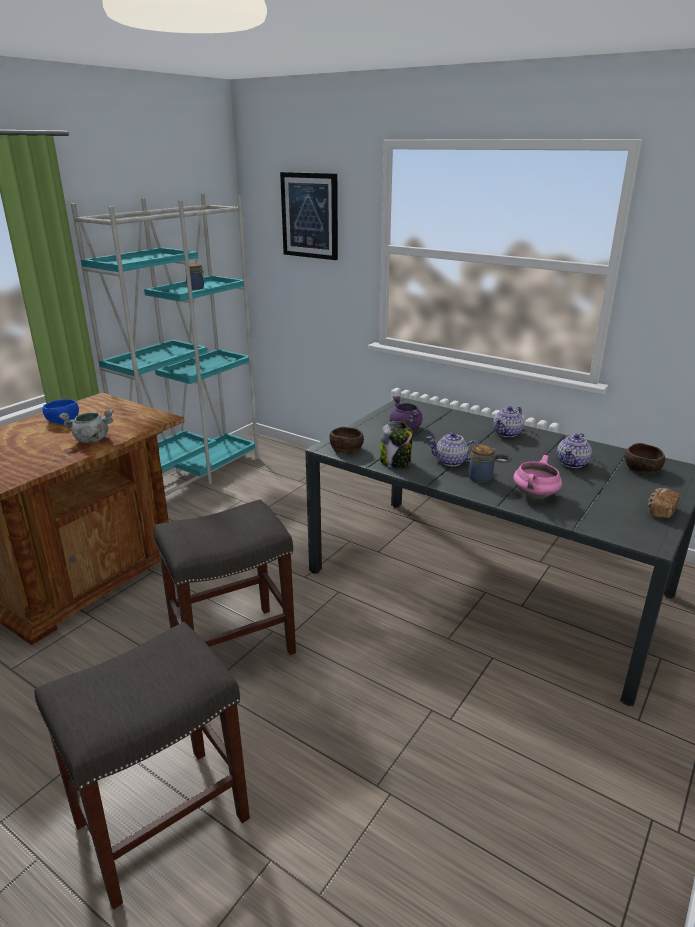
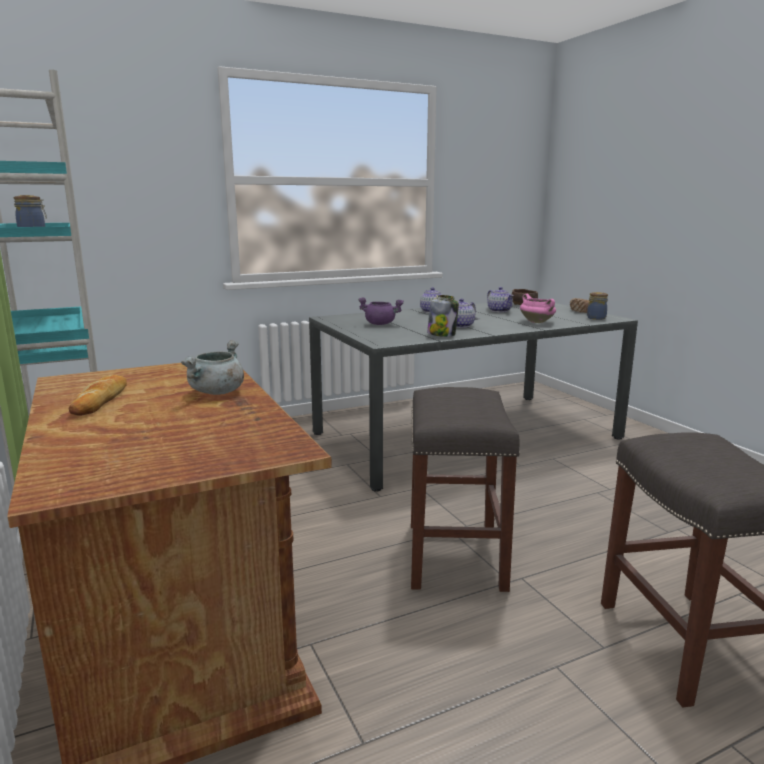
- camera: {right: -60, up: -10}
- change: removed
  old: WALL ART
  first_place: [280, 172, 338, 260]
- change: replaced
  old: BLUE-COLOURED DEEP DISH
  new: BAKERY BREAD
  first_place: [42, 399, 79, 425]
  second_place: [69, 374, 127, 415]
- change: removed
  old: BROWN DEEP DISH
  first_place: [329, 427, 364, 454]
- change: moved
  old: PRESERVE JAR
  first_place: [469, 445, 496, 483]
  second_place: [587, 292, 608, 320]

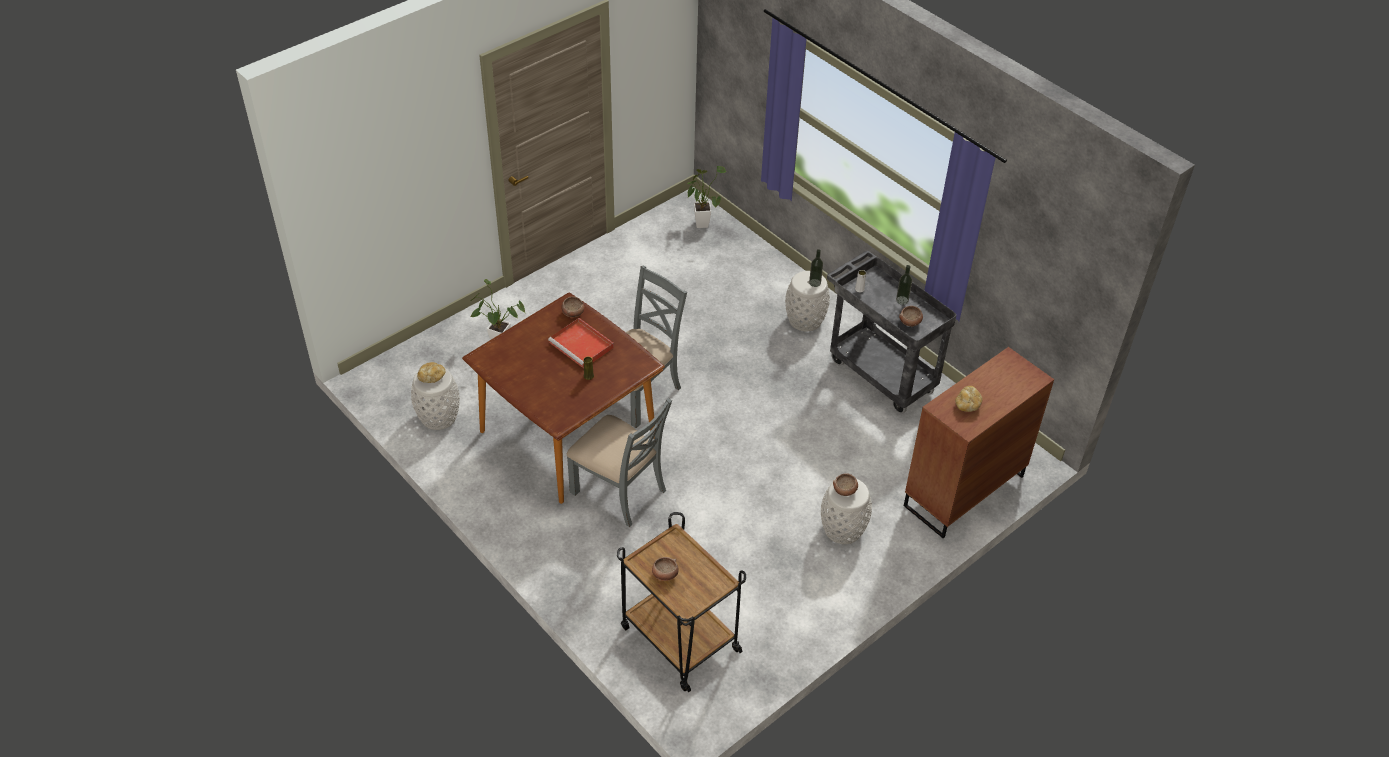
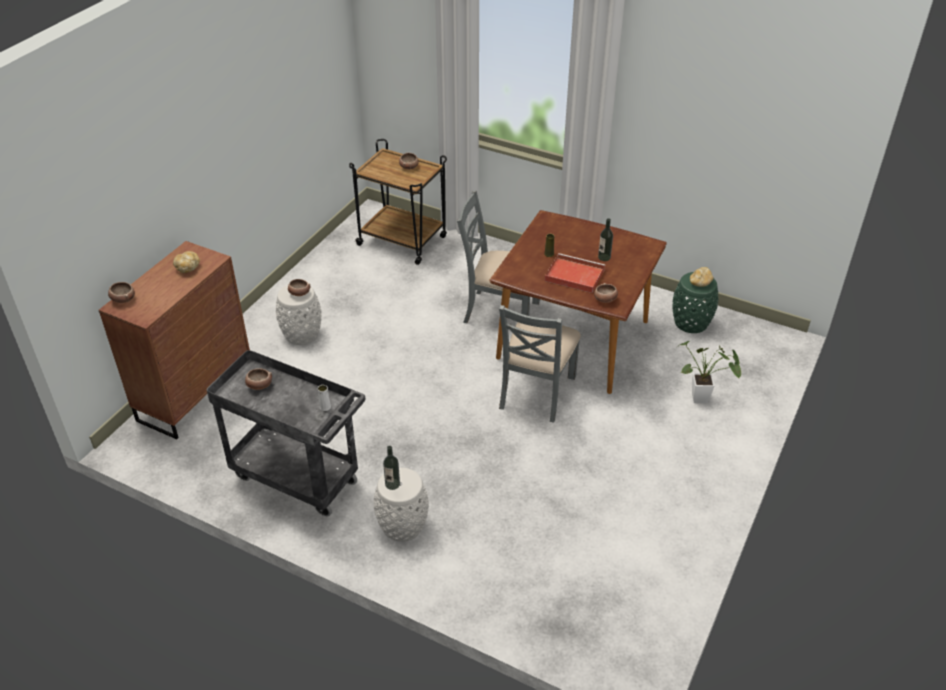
- camera: {right: 160, up: -5}
- change: removed
  old: PLANT IN A POT
  first_place: [688, 166, 726, 228]
- change: moved
  old: DRINK BOTTLE
  first_place: [896, 265, 912, 305]
  second_place: [598, 218, 613, 261]
- change: recoloured
  old: WHITISH STOOL SEAT
  new: GREEN-COLOURED STOOL SEAT
  first_place: [411, 368, 460, 430]
  second_place: [673, 272, 718, 333]
- change: added
  new: DEEP DISH
  second_place: [108, 282, 135, 303]

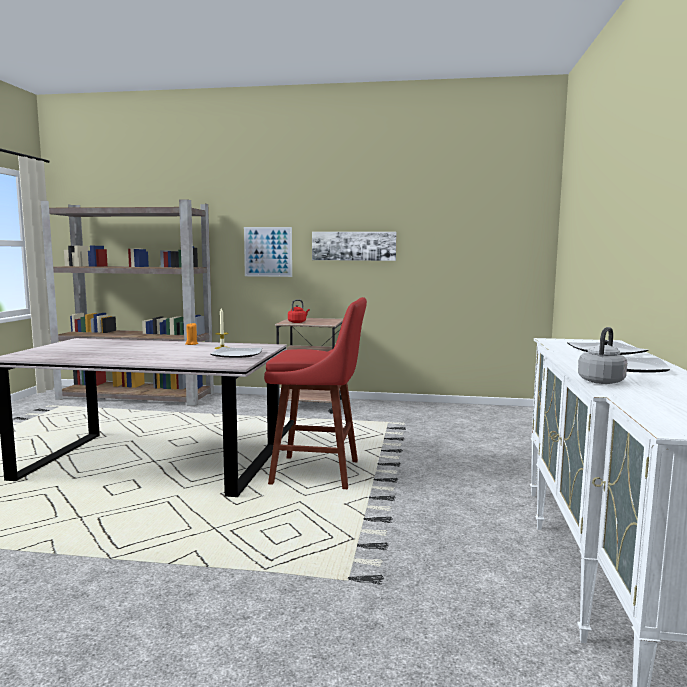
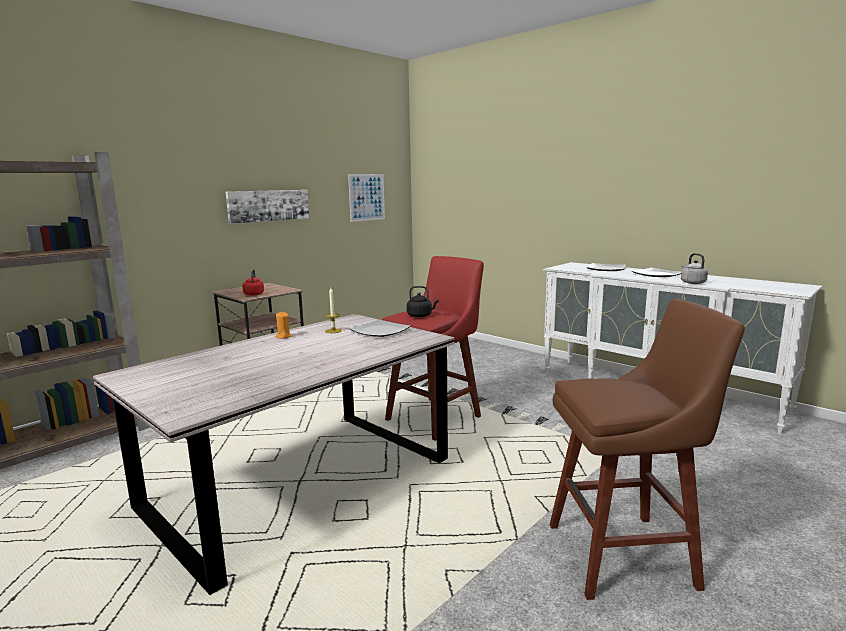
- camera: {right: -55, up: 5}
- change: moved
  old: WALL ART
  first_place: [244, 227, 292, 277]
  second_place: [348, 174, 385, 222]
- change: added
  new: BLACK KETTLE
  second_place: [407, 286, 439, 317]
- change: added
  new: BROWN STOOL SEAT
  second_place: [550, 299, 745, 600]

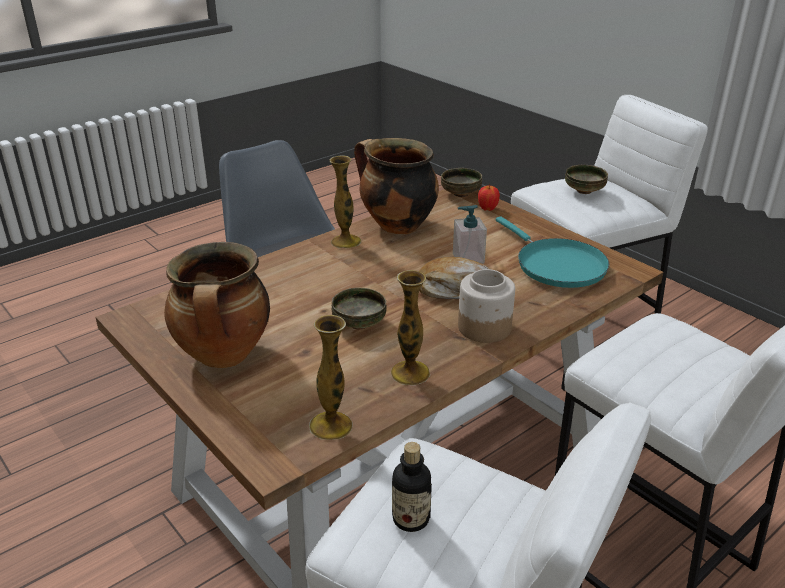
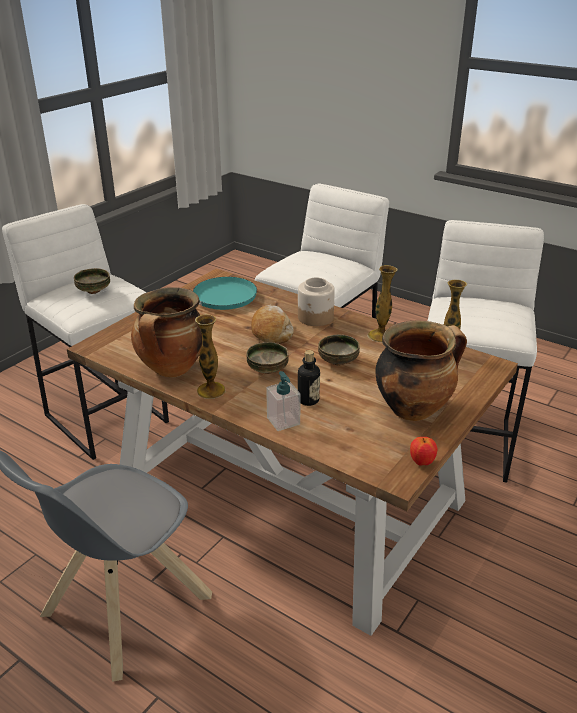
- camera: {right: -105, up: 0}
- change: moved
  old: DEEP DISH
  first_place: [441, 168, 482, 197]
  second_place: [247, 342, 289, 374]
- change: moved
  old: WHOLE APPLE
  first_place: [478, 184, 500, 211]
  second_place: [410, 437, 437, 466]
- change: moved
  old: SOAP DISPENSER
  first_place: [453, 205, 487, 264]
  second_place: [266, 371, 301, 431]
- change: moved
  old: DRINK BOTTLE
  first_place: [392, 442, 432, 532]
  second_place: [298, 350, 320, 406]

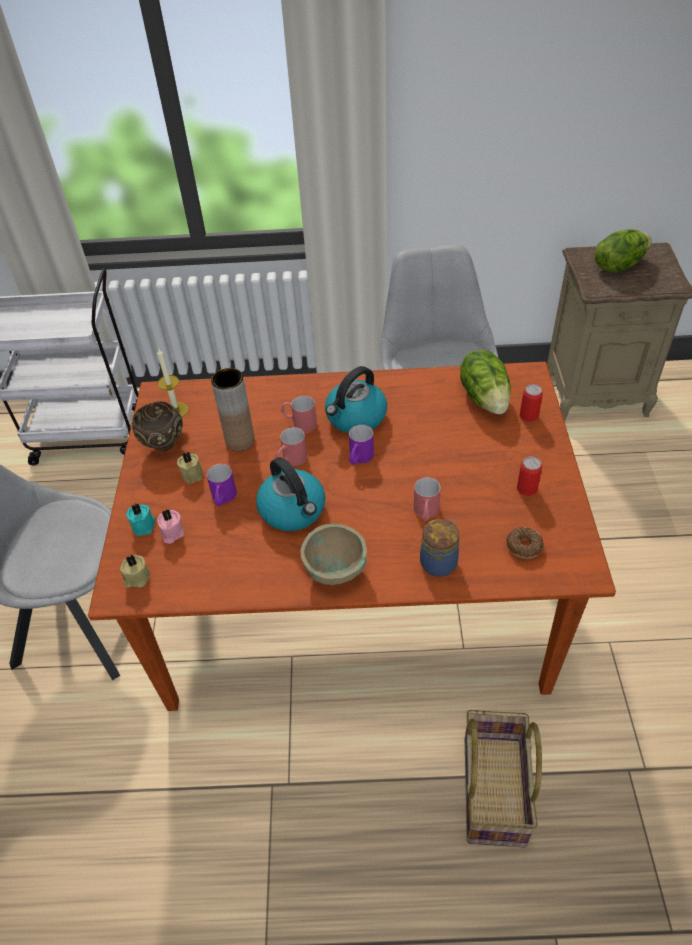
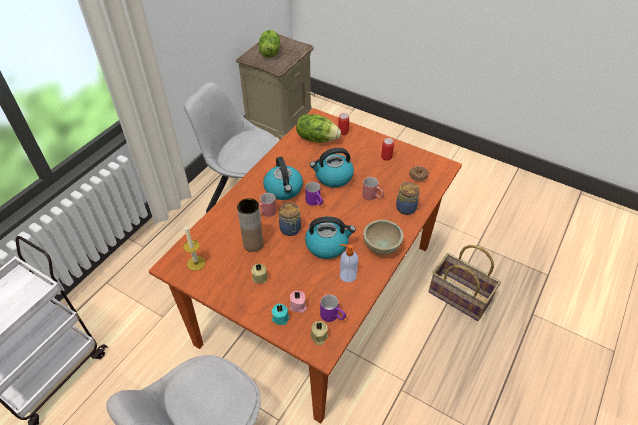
- camera: {right: -60, up: 0}
- change: removed
  old: BROWN DEEP DISH
  first_place: [132, 401, 183, 452]
- change: replaced
  old: REDDISH MUG
  new: PRESERVE JAR
  first_place: [275, 427, 307, 466]
  second_place: [279, 202, 301, 236]
- change: moved
  old: PURPLISH MUG
  first_place: [206, 464, 237, 506]
  second_place: [320, 294, 346, 322]
- change: added
  new: KETTLE
  second_place: [310, 148, 354, 188]
- change: added
  new: SOAP DISPENSER
  second_place: [340, 244, 358, 282]

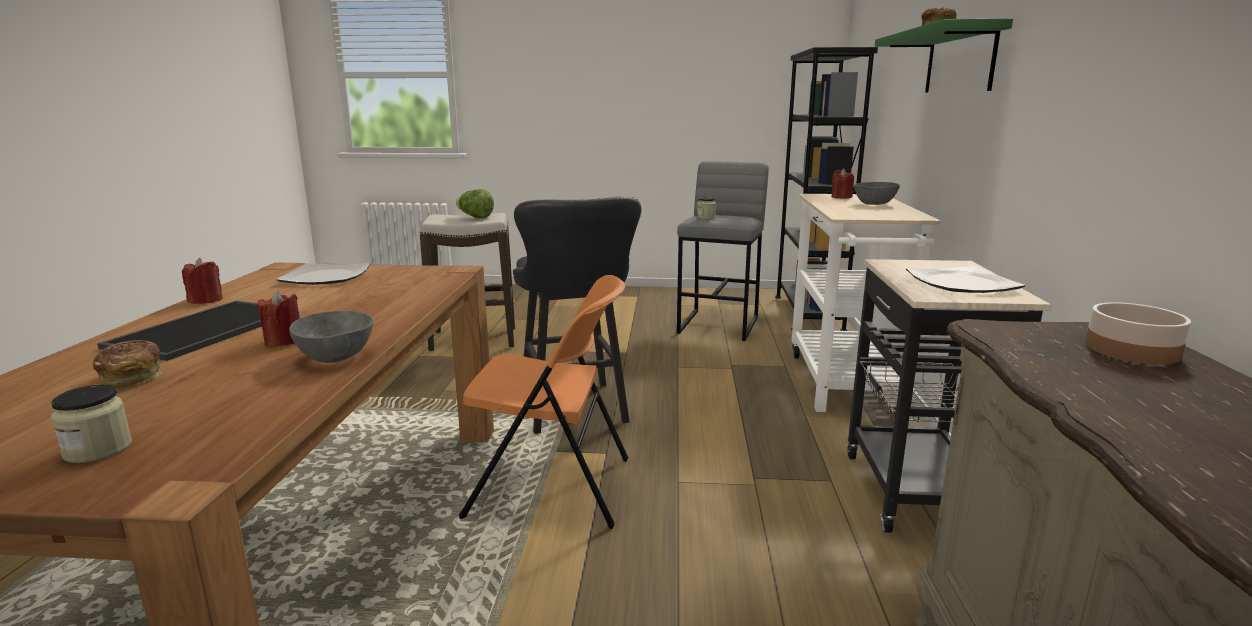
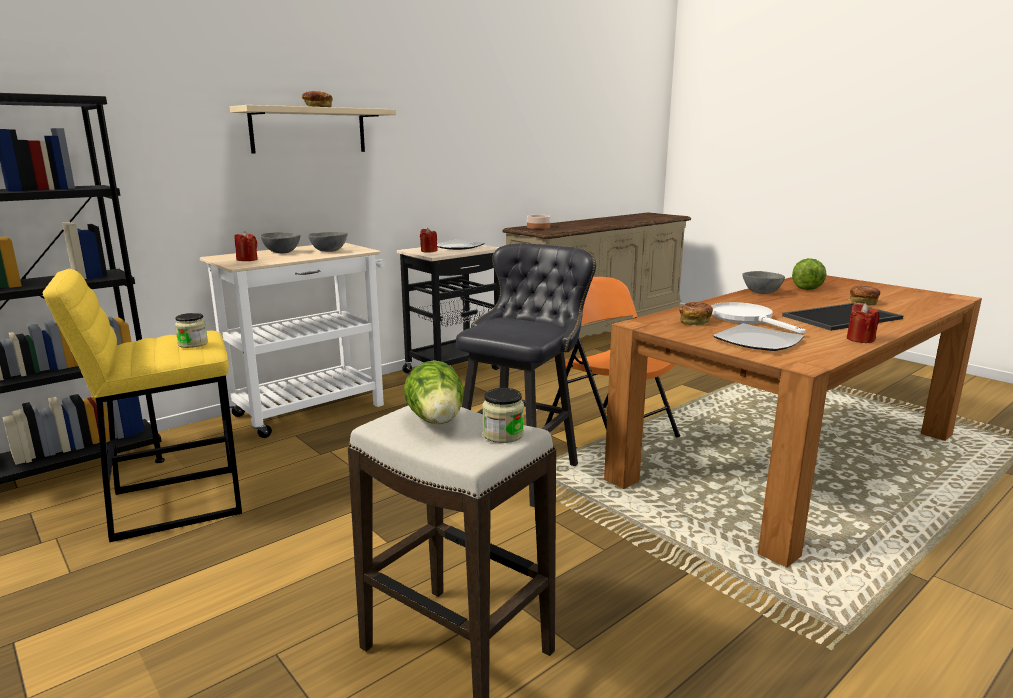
- camera: {right: -135, up: 0}
- change: recoloured
  old: GREEN-COLOURED SHELF
  new: BEIGE SHELF
  first_place: [875, 19, 1013, 92]
  second_place: [230, 105, 396, 153]
- change: recoloured
  old: GREY STOOL SEAT
  new: YELLOW-COLOURED STOOL SEAT
  first_place: [677, 161, 769, 341]
  second_place: [43, 269, 242, 542]
- change: moved
  old: REDDISH WAX LIGHT
  first_place: [258, 290, 300, 346]
  second_place: [420, 228, 438, 252]
- change: moved
  old: PRESERVE JAR
  first_place: [51, 384, 132, 463]
  second_place: [482, 388, 524, 443]
- change: added
  new: GREY DEEP DISH
  second_place: [308, 232, 348, 252]
- change: added
  new: HEAD OF LETTUCE
  second_place: [792, 258, 827, 290]
- change: added
  new: BAKERY BREAD
  second_place: [679, 302, 713, 325]
- change: added
  new: WHITISH FRYING PAN
  second_place: [711, 302, 806, 334]

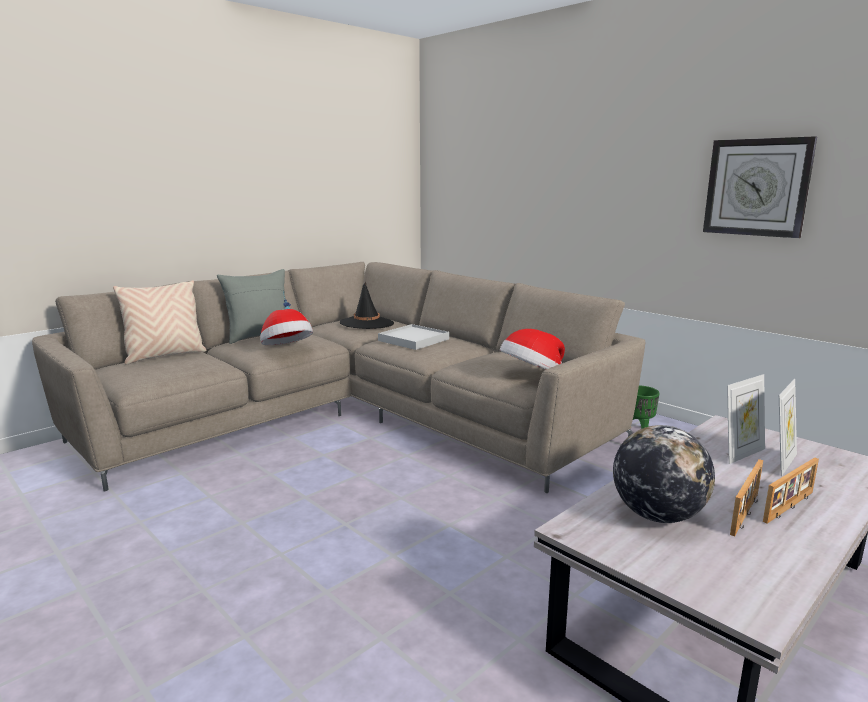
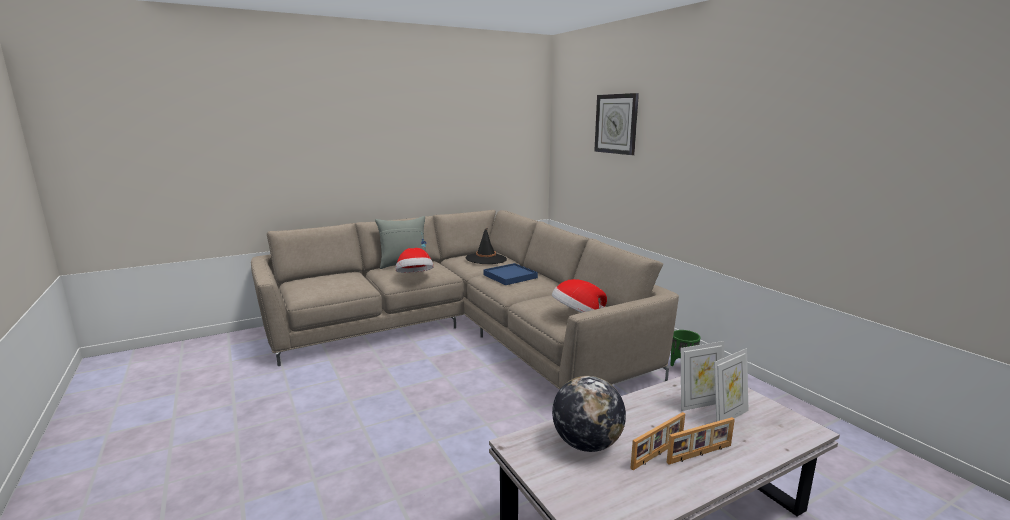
- camera: {right: 15, up: 0}
- change: moved
  old: HANGING CLOCK
  first_place: [703, 136, 817, 238]
  second_place: [594, 93, 639, 155]
- change: removed
  old: BEIGE THROW PILLOW
  first_place: [113, 280, 207, 364]
- change: recoloured
  old: WHITISH TRAY
  new: BLUE-COLOURED TRAY
  first_place: [378, 324, 449, 350]
  second_place: [483, 263, 538, 285]

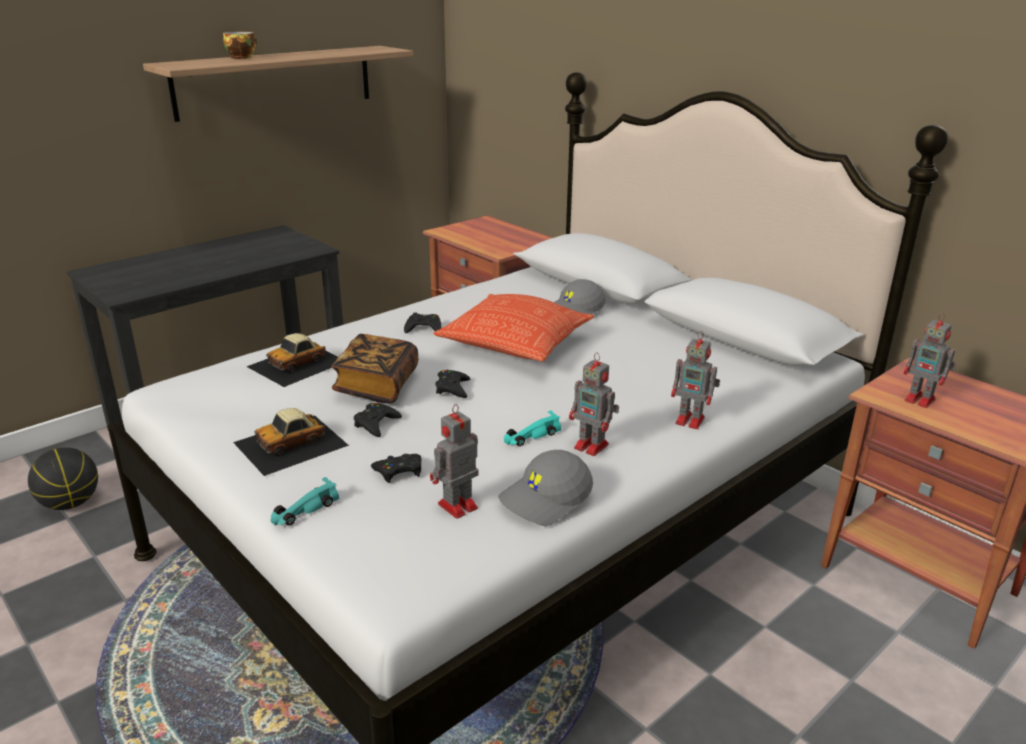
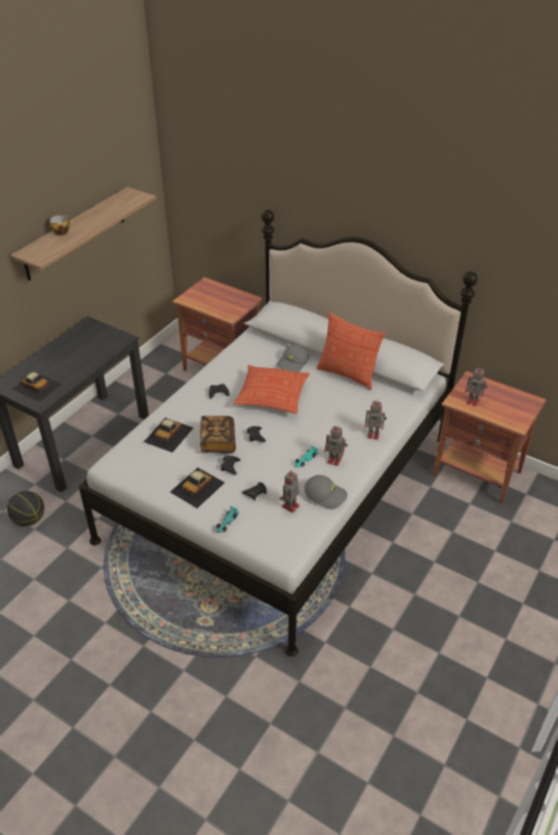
- camera: {right: -15, up: 15}
- change: turned
  old: GREY PEAKED CAP
  first_place: [498, 450, 593, 526]
  second_place: [304, 475, 347, 510]
  degrees: -105
- change: added
  new: ORANGE-COLOURED THROW PILLOW
  second_place: [317, 312, 385, 390]
- change: added
  new: TOY CAR
  second_place: [12, 372, 62, 402]

